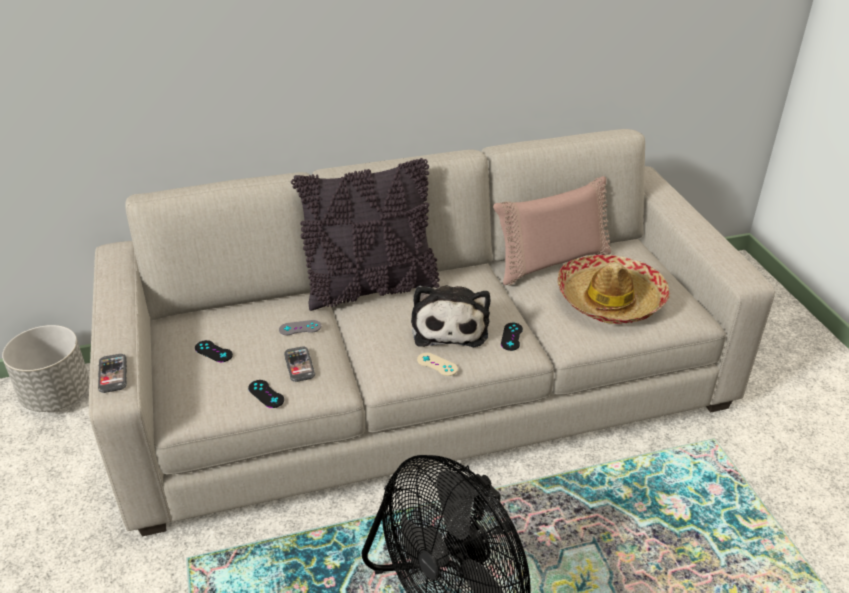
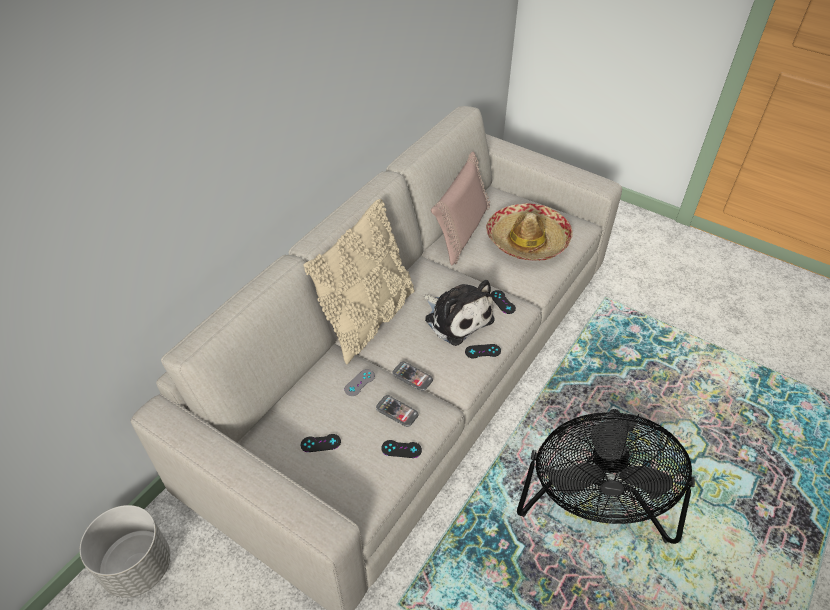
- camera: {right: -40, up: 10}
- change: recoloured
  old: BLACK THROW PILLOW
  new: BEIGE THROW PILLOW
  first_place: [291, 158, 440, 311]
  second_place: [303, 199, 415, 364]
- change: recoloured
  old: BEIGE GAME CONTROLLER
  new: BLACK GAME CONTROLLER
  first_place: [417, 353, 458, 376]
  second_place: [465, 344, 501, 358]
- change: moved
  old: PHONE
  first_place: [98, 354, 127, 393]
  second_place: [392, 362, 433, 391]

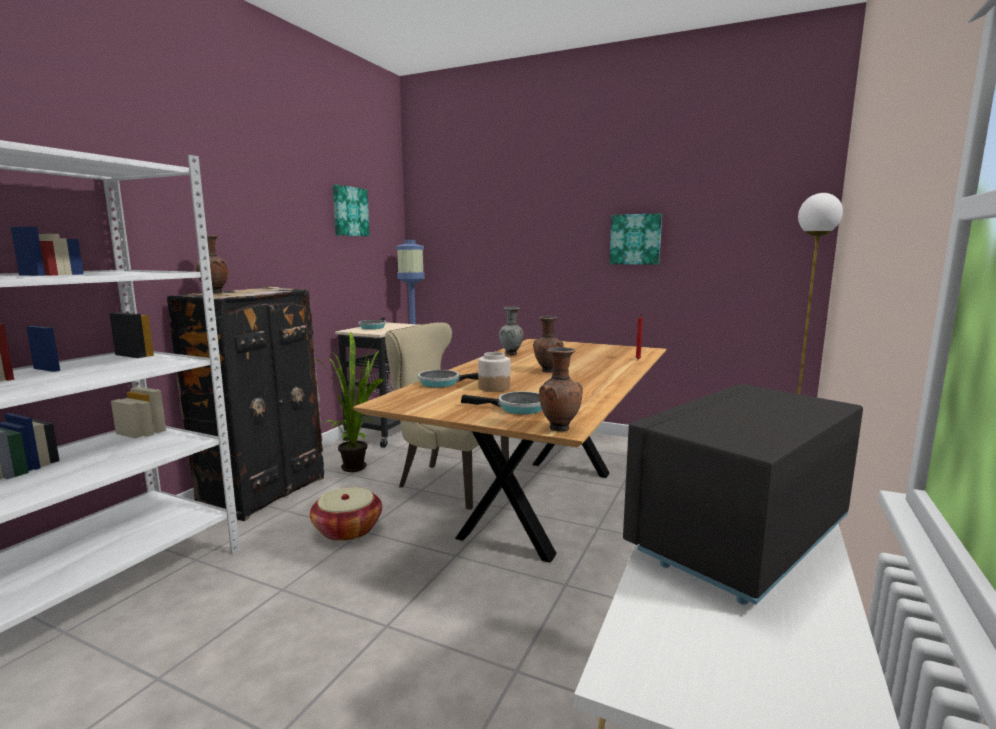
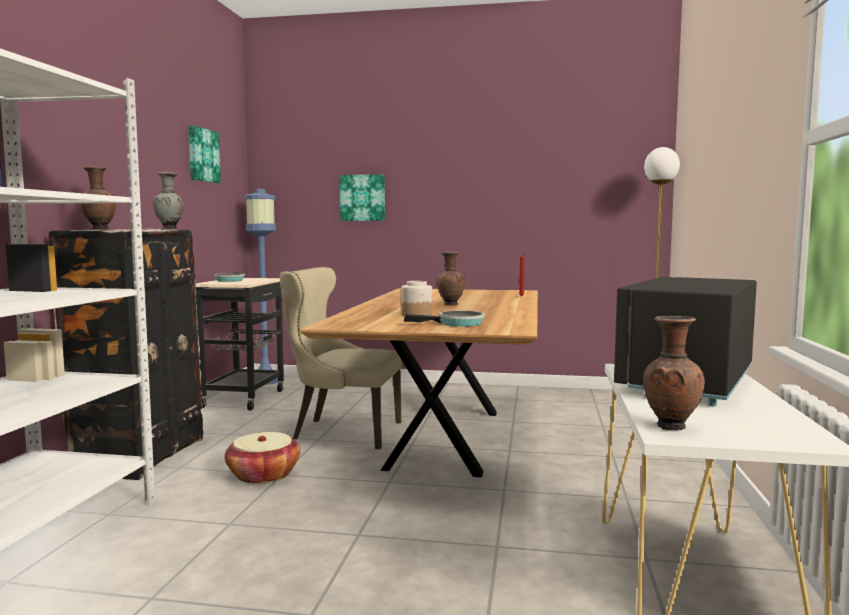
- camera: {right: -15, up: -5}
- change: moved
  old: WALL ART
  first_place: [609, 213, 662, 265]
  second_place: [339, 174, 385, 221]
- change: moved
  old: GREY FLOWER VASE
  first_place: [499, 306, 524, 355]
  second_place: [153, 172, 184, 229]
- change: removed
  old: PLANT IN A POT
  first_place: [315, 332, 385, 472]
- change: moved
  old: BROWN FLOWER VASE
  first_place: [539, 347, 583, 431]
  second_place: [643, 316, 705, 430]
- change: removed
  old: FRYING PAN
  first_place: [418, 370, 478, 388]

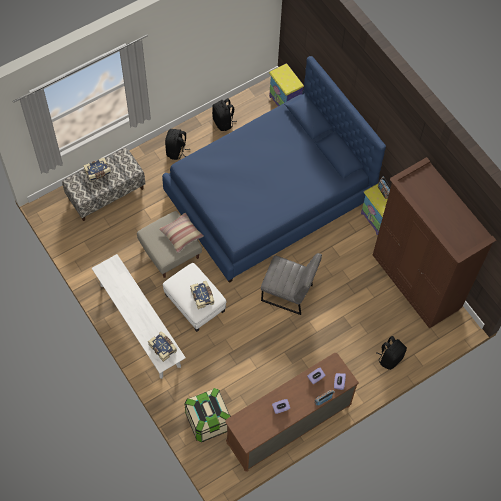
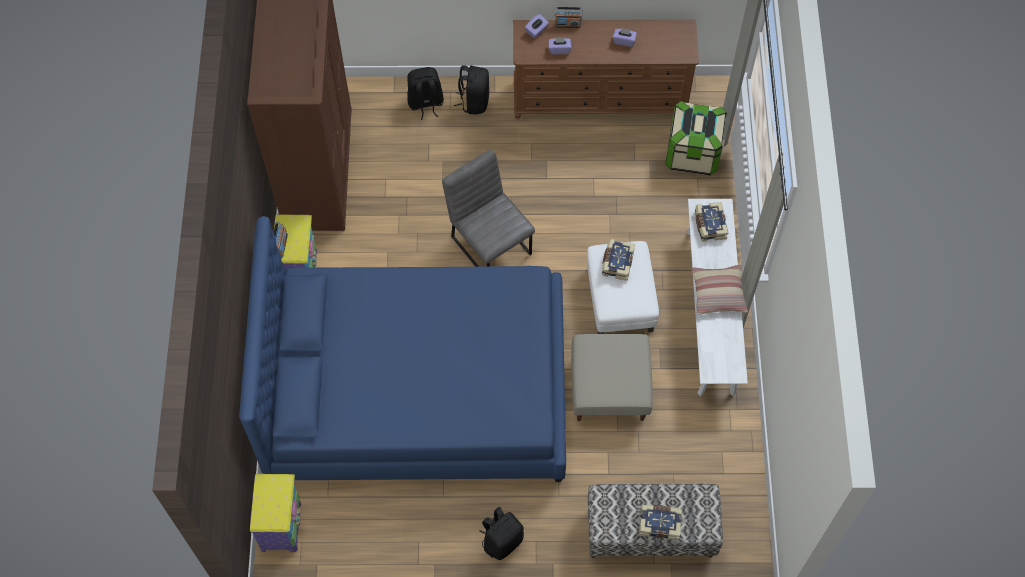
- camera: {right: -145, up: 0}
- change: moved
  old: BLACK KNAPSACK
  first_place: [212, 98, 237, 131]
  second_place: [454, 65, 489, 114]
- change: moved
  old: THROW PILLOW
  first_place: [159, 213, 204, 253]
  second_place: [691, 265, 748, 315]

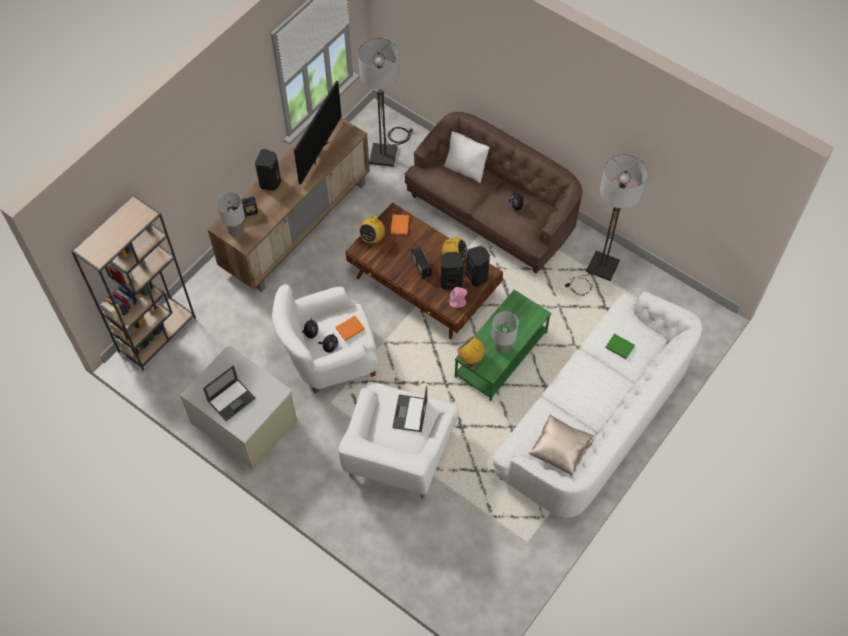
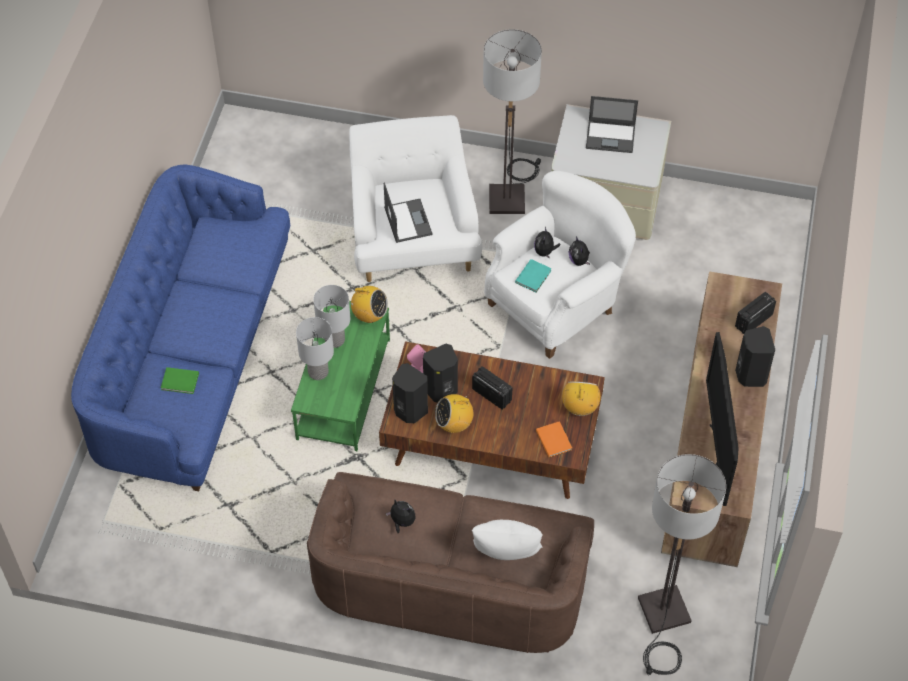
- camera: {right: 155, up: -5}
- change: moved
  old: STANDARD LAMP
  first_place: [565, 154, 648, 296]
  second_place: [483, 29, 542, 214]
- change: moved
  old: GREY TABLE LAMP
  first_place: [216, 192, 245, 237]
  second_place: [296, 317, 334, 380]
- change: removed
  old: BOOKCASE
  first_place: [71, 195, 196, 371]
- change: recoloured
  old: WHITISH COUCH
  new: BLUE-COLOURED COUCH
  first_place: [492, 291, 702, 518]
  second_place: [71, 164, 290, 491]
- change: recoloured
  old: ORANGE-COLOURED BOUND BOOK
  new: TURQUOISE BOUND BOOK
  first_place: [336, 316, 365, 341]
  second_place: [515, 259, 552, 292]
- change: turned
  old: PORTABLE COMPUTER
  first_place: [203, 365, 256, 421]
  second_place: [586, 96, 638, 153]
  degrees: -105
- change: removed
  old: BEIGE THROW PILLOW
  first_place: [528, 414, 593, 476]

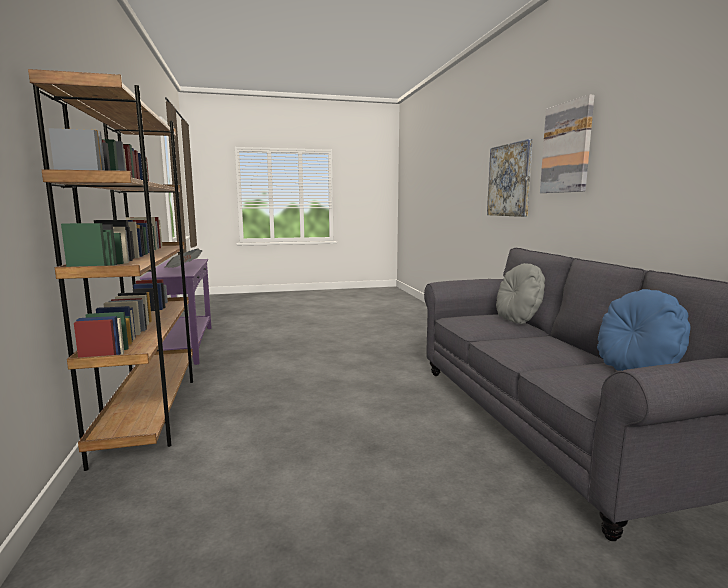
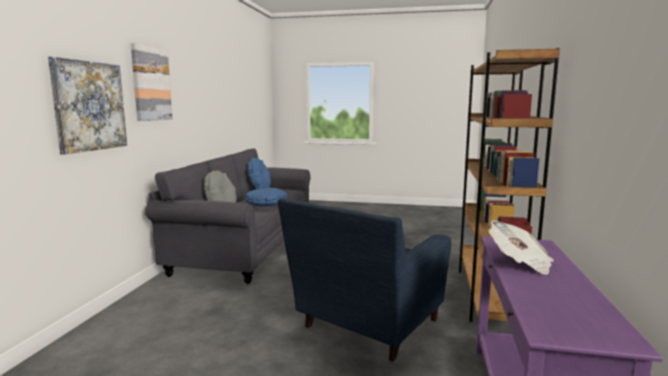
- camera: {right: -155, up: 0}
- change: added
  new: BLUE-COLOURED THROW PILLOW
  second_place: [245, 188, 287, 206]
- change: added
  new: BLUE-COLOURED LOUNGE CHAIR
  second_place: [277, 198, 452, 362]

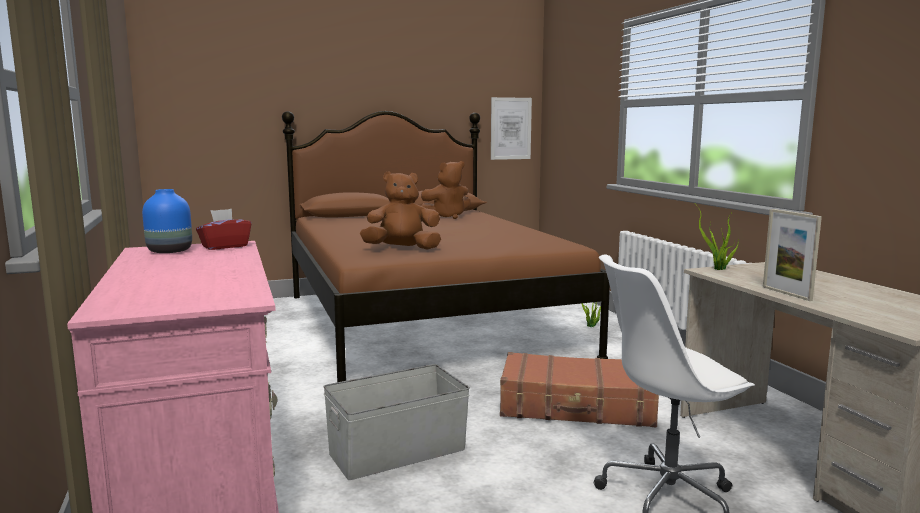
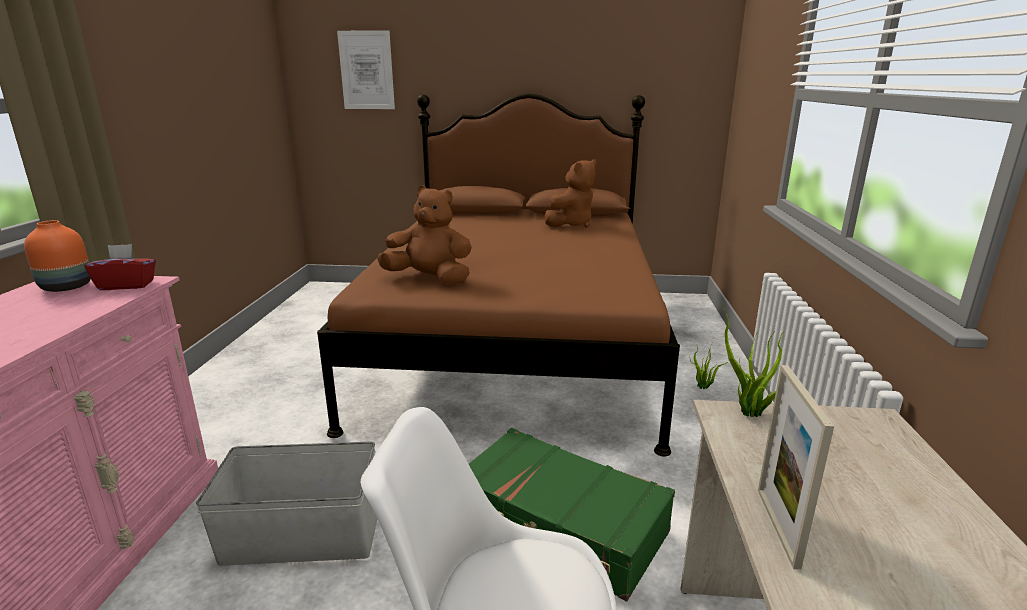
- camera: {right: 25, up: 10}
- change: moved
  old: WALL ART
  first_place: [491, 97, 532, 160]
  second_place: [337, 30, 395, 109]
- change: turned
  old: BROWN PLUSH TOY
  first_place: [421, 161, 470, 219]
  second_place: [544, 159, 596, 227]
  degrees: -45
- change: recoloured
  old: BLUE-COLOURED FLOWER VASE
  new: ORANGE-COLOURED FLOWER VASE
  first_place: [142, 189, 192, 253]
  second_place: [24, 220, 91, 292]
- change: recoloured
  old: BROWN SUITCASE
  new: GREEN-COLOURED SUITCASE
  first_place: [500, 352, 659, 427]
  second_place: [469, 428, 675, 601]

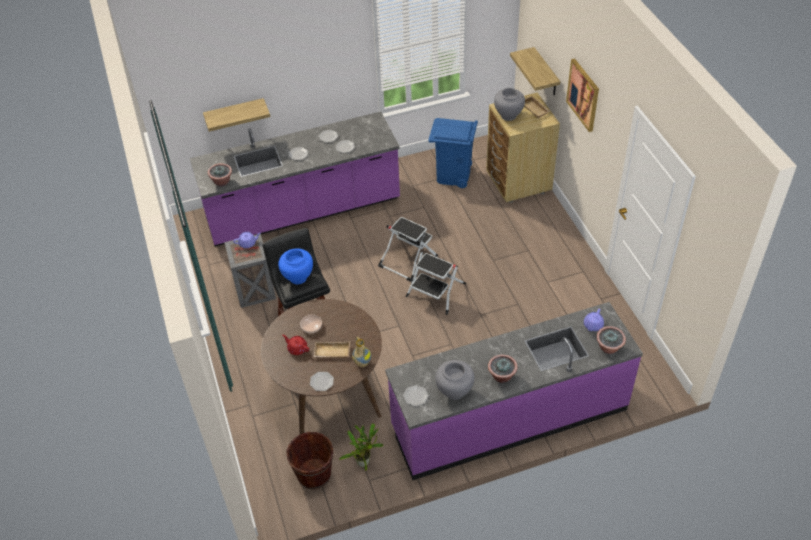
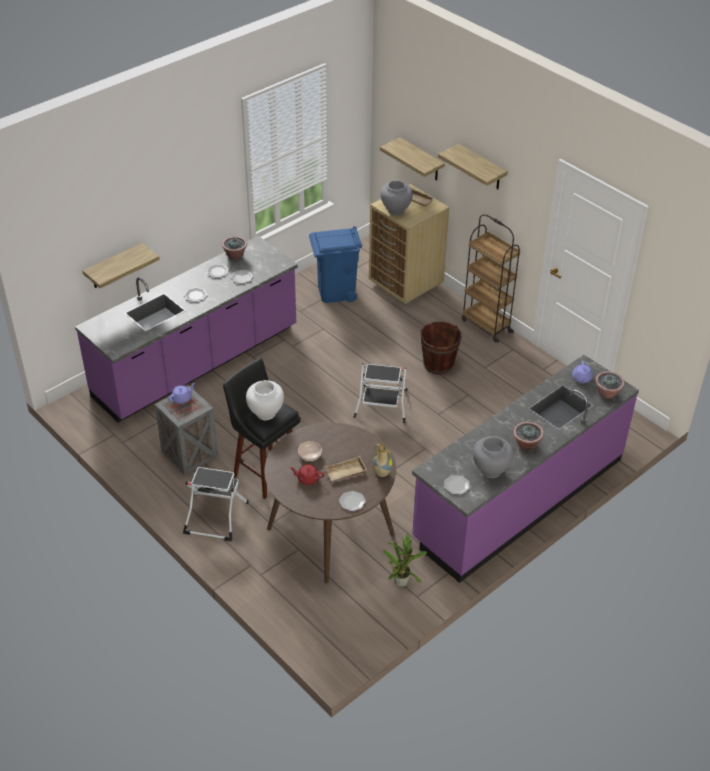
- camera: {right: -25, up: -5}
- change: replaced
  old: WALL ART
  new: SHELF
  first_place: [566, 58, 599, 132]
  second_place: [438, 144, 508, 189]
- change: moved
  old: PLANT IN A POT
  first_place: [208, 163, 232, 186]
  second_place: [222, 237, 247, 260]
- change: moved
  old: STEPLADDER
  first_place: [378, 217, 438, 282]
  second_place: [183, 467, 249, 541]
- change: recoloured
  old: BLUE-COLOURED FLOWER VASE
  new: WHITISH FLOWER VASE
  first_place: [278, 248, 313, 284]
  second_place: [246, 380, 284, 420]
- change: moved
  old: BROWN BUCKET
  first_place: [286, 432, 333, 489]
  second_place: [420, 322, 462, 374]
- change: added
  new: BROWN CART
  second_place: [462, 214, 520, 343]

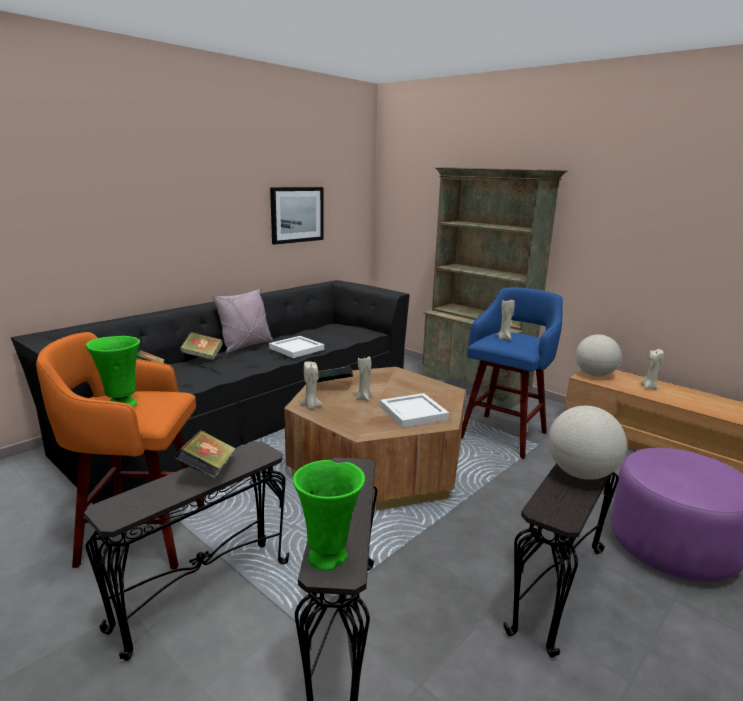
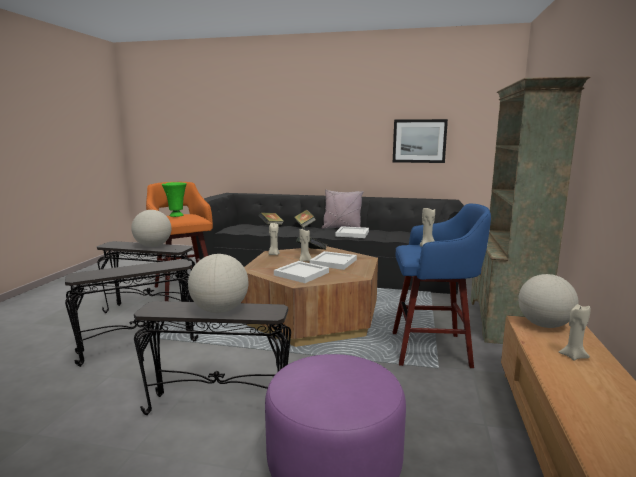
- camera: {right: 60, up: -5}
- change: replaced
  old: BOUND BOOK
  new: DESK GLOBE
  first_place: [175, 430, 236, 479]
  second_place: [131, 210, 171, 247]
- change: removed
  old: GREEN-COLOURED FLOWER VASE
  first_place: [293, 460, 365, 571]
- change: added
  new: WHITISH TRAY
  second_place: [310, 251, 357, 270]

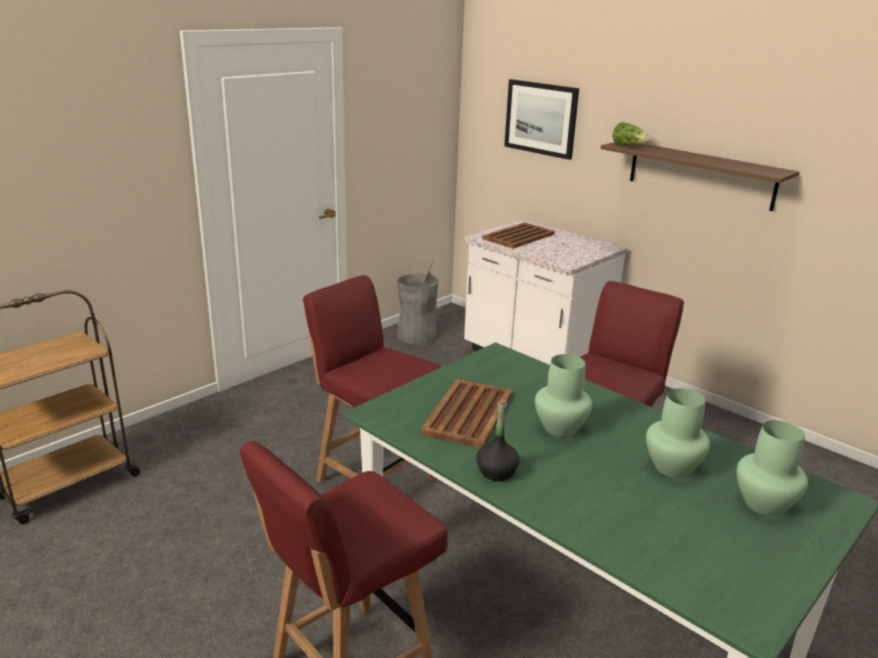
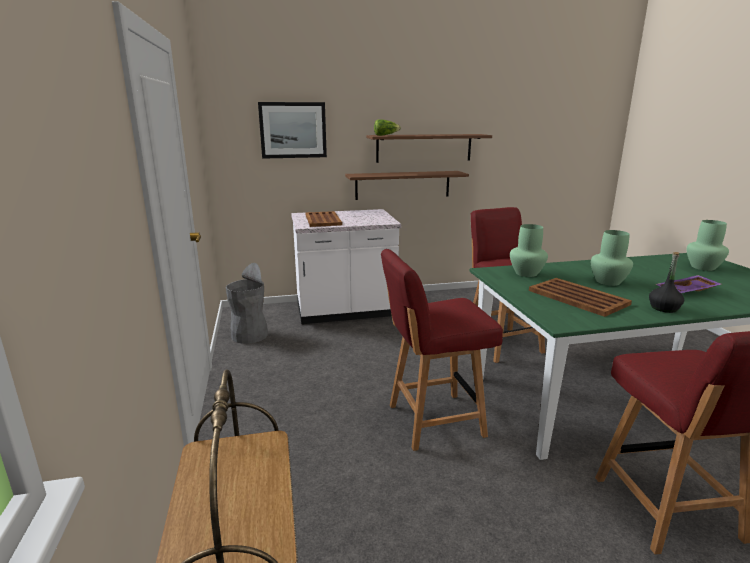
- camera: {right: -55, up: -5}
- change: moved
  old: GREEN-COLOURED FLOWER VASE
  first_place: [646, 388, 710, 478]
  second_place: [510, 224, 548, 277]
- change: added
  new: BROWN SHELF
  second_place: [345, 171, 469, 200]
- change: added
  new: PURPLISH TRAY
  second_place: [655, 275, 721, 294]

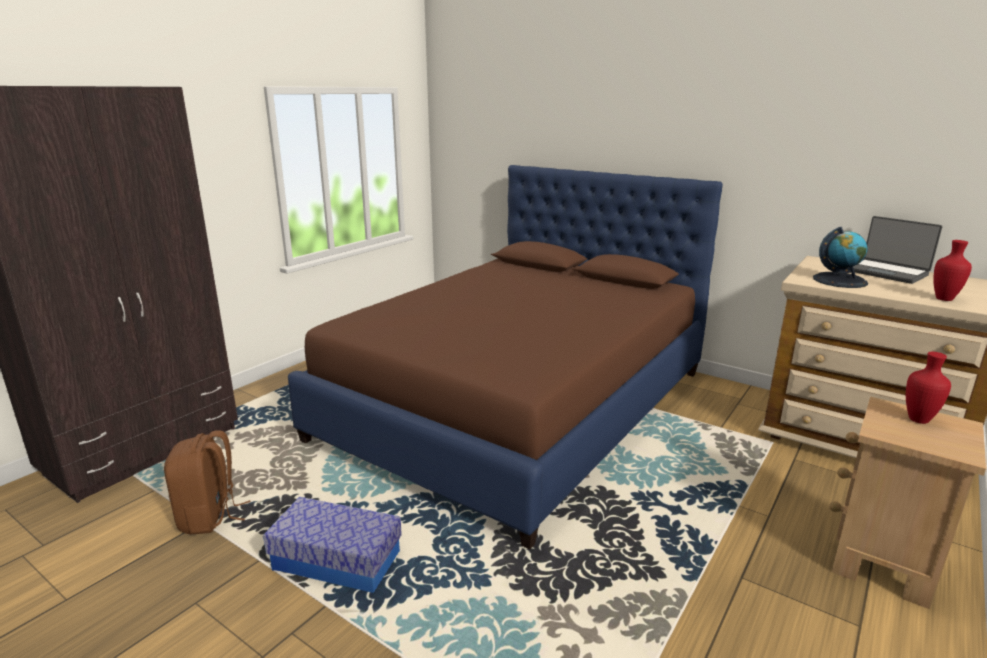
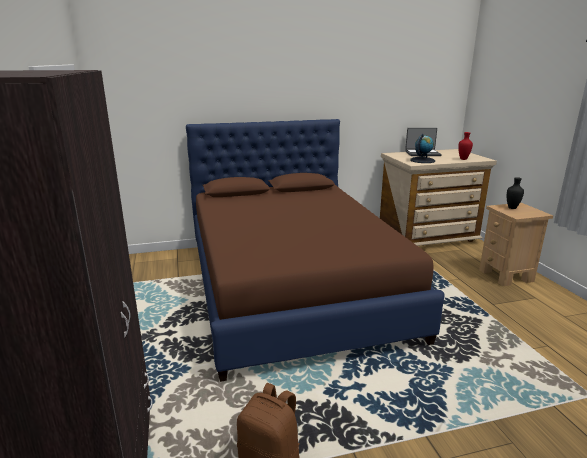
- camera: {right: -50, up: 0}
- change: recoloured
  old: REDDISH FLOWER VASE
  new: BLACK FLOWER VASE
  first_place: [906, 352, 951, 424]
  second_place: [507, 177, 524, 209]
- change: removed
  old: STORAGE BOX
  first_place: [263, 497, 402, 593]

